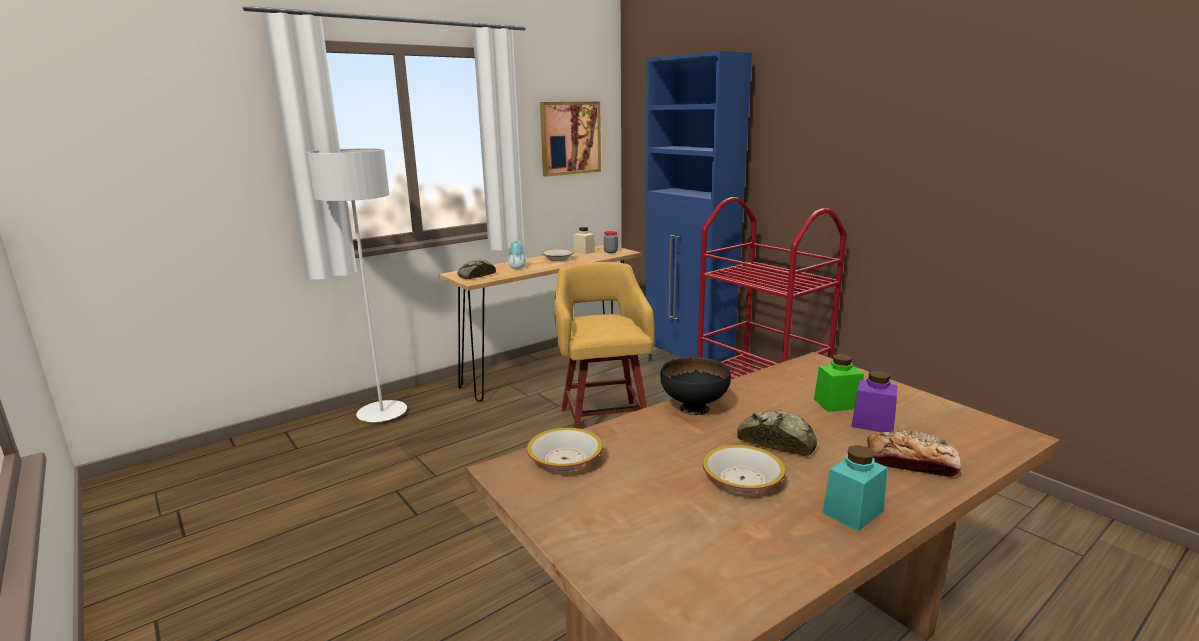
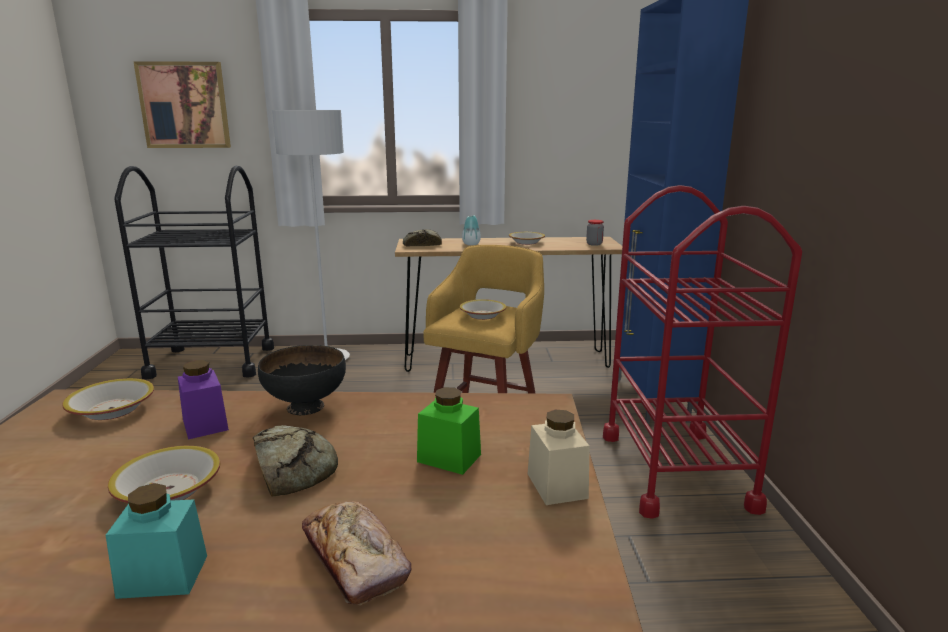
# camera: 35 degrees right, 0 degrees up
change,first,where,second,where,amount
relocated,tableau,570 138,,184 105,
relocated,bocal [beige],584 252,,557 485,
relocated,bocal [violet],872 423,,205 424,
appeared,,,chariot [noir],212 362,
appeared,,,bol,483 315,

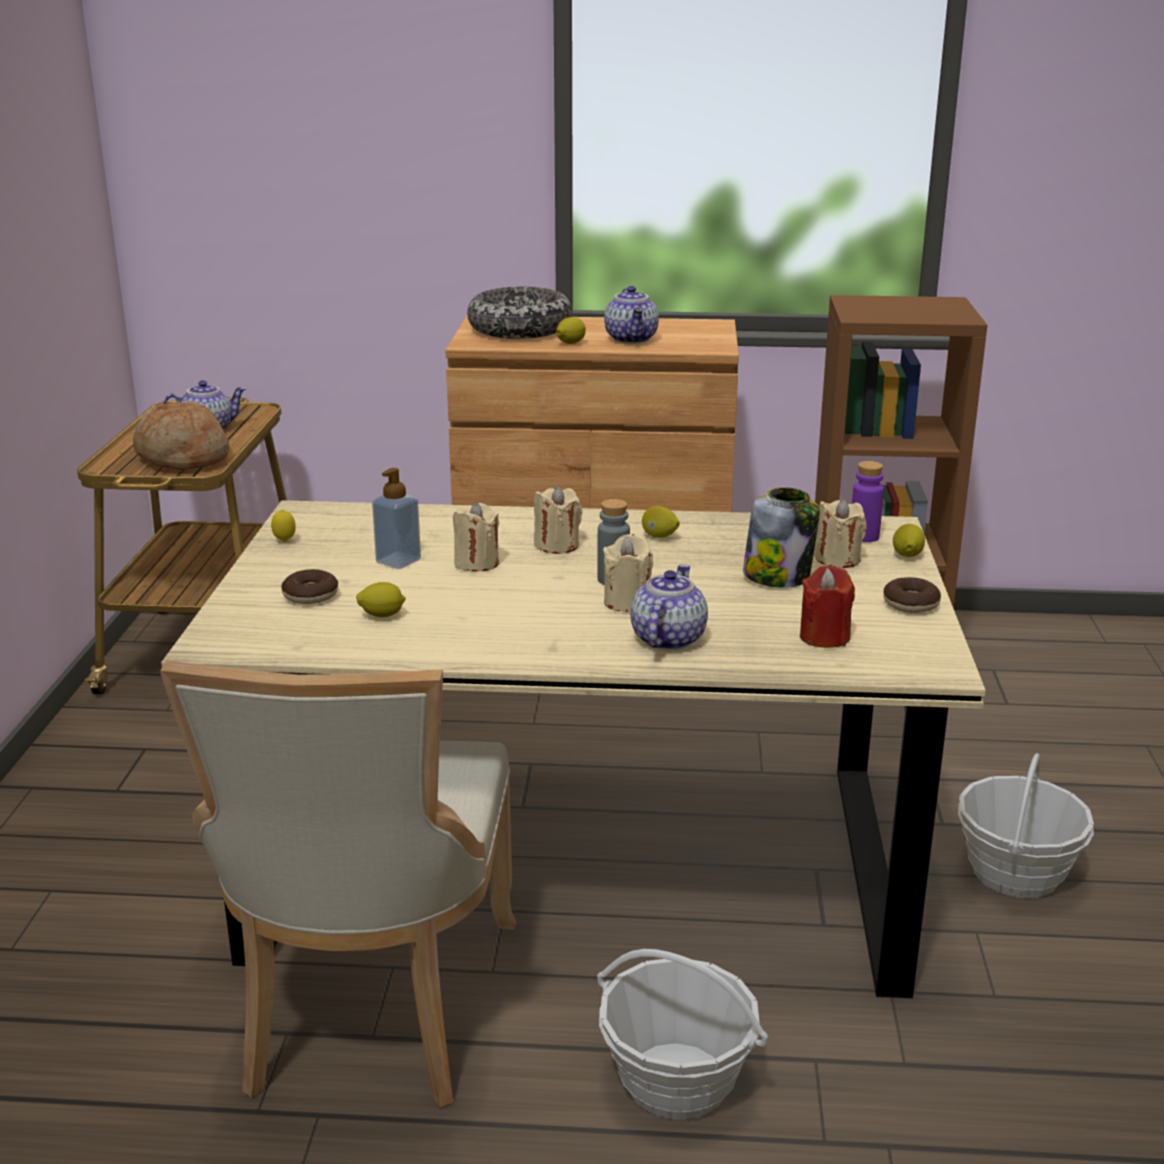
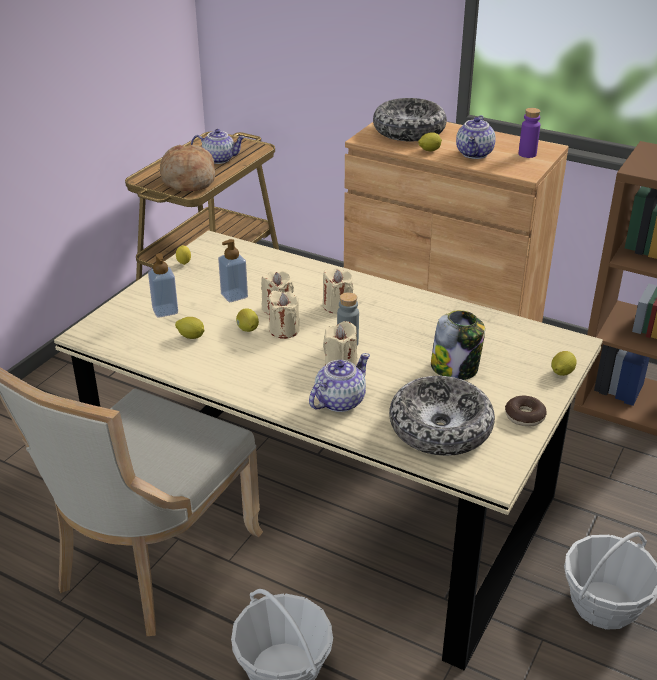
# camera: 25 degrees right, 10 degrees up
change,first,where,second,where,amount
relocated,bouteille [violet],864 537,,527 154,
relocated,bougie [beige],837 559,,284 330,
relocated,citron,659 536,,248 329,
exchanged,bougie [rouge],824 637,bol,440 428,
exchanged,beignet,310 596,distributeur de savon,165 311,

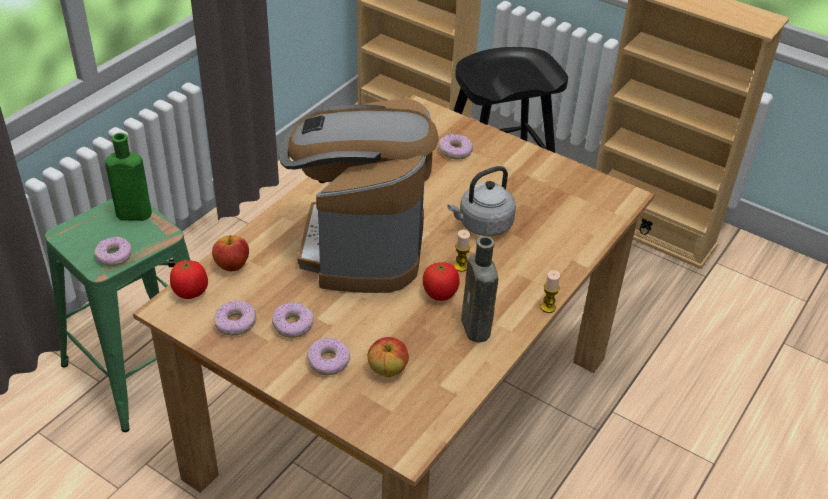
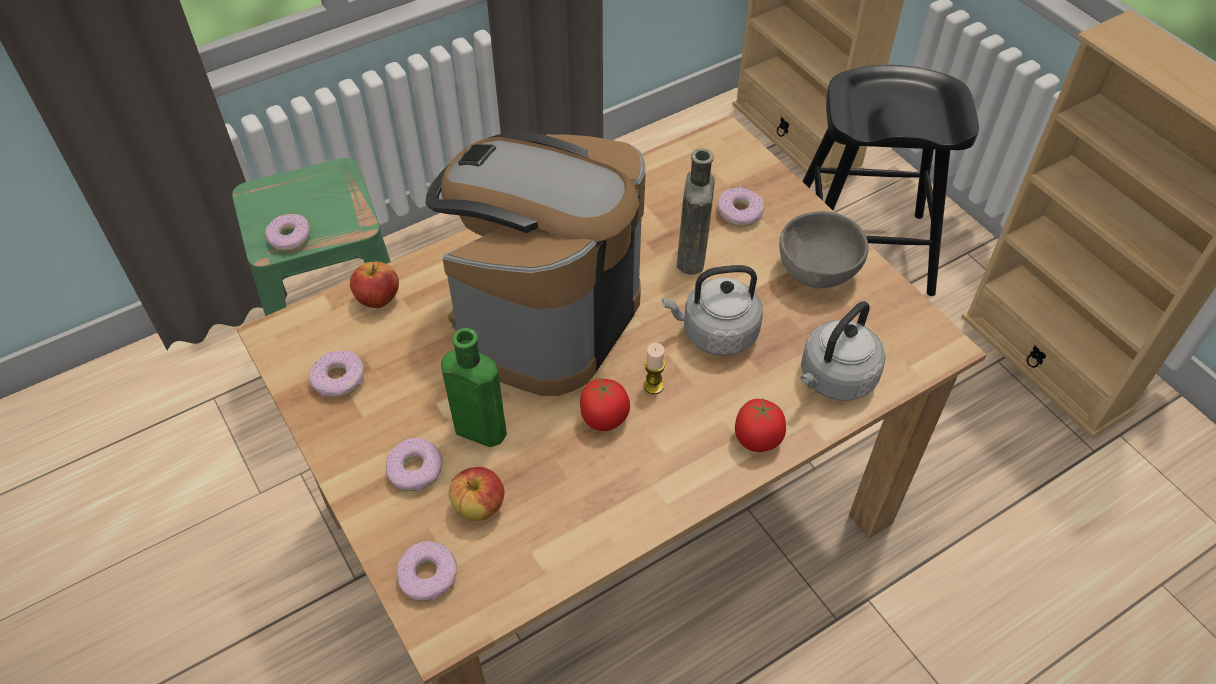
# camera: 25 degrees right, 10 degrees up
change,first,where,second,where,amount
relocated,bouteille [vert],131 214,,476 428,
relocated,bouteille [marron],476 329,,691 259,
relocated,tomate,191 292,,758 439,
missing,bougie,548 307,,,
relocated,beignet,293 325,,428 575,
appeared,,,bol [gris],815 271,
appeared,,,bouilloire [gris],834 379,

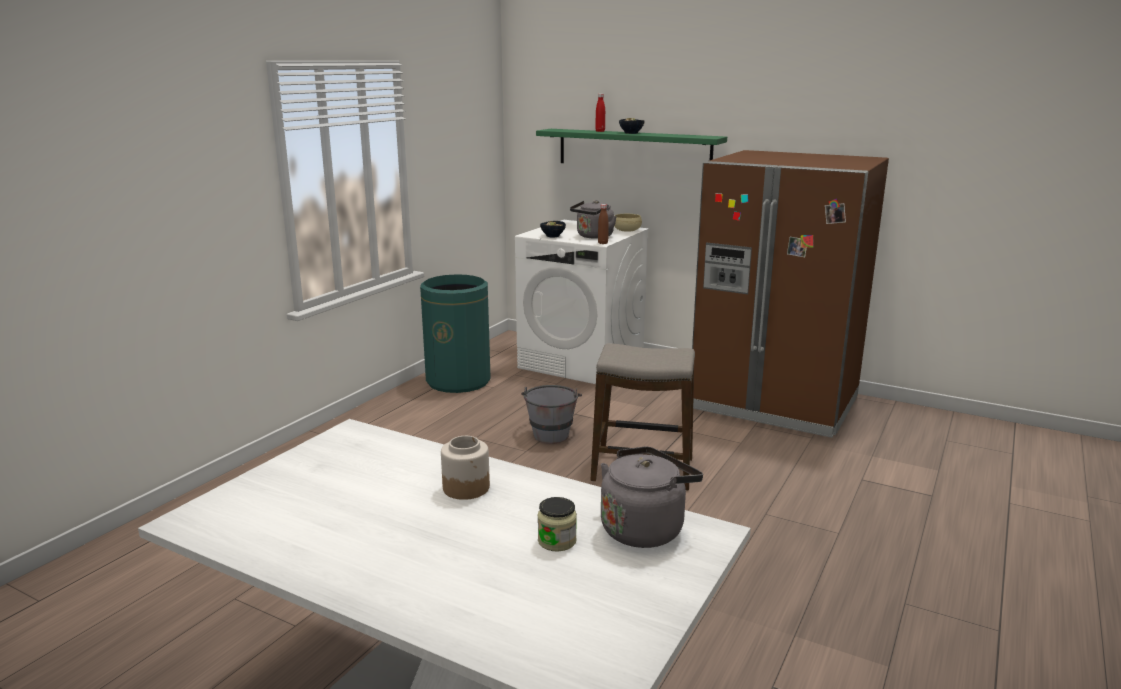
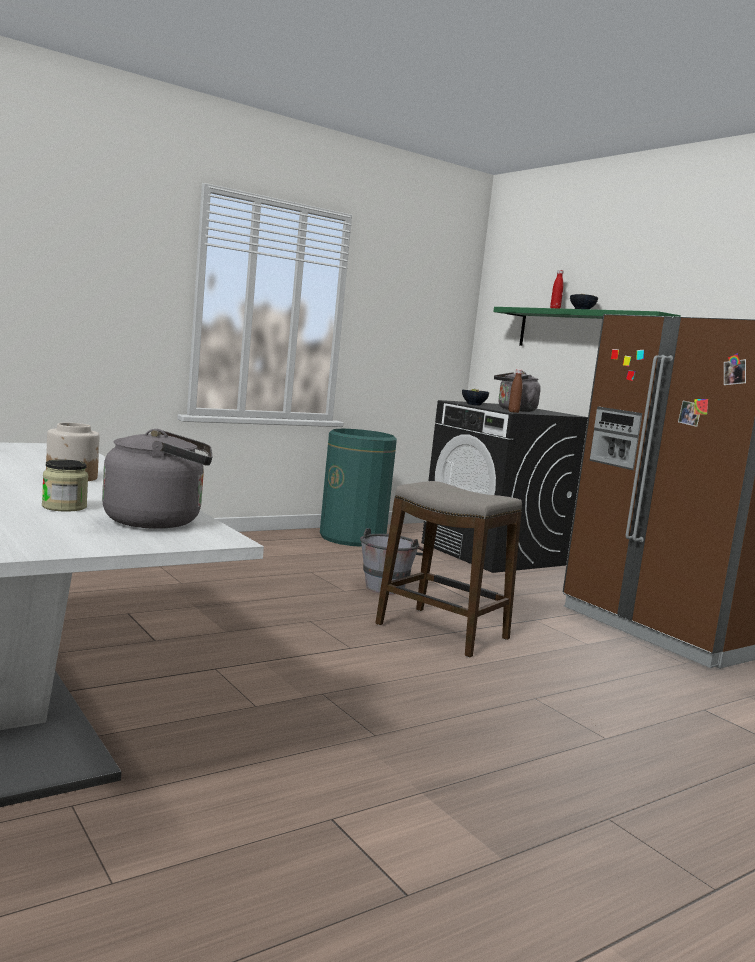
# camera: 25 degrees right, 10 degrees down
change,first,where,second,where,amount
missing,bol [beige],627 230,,,
colour,lave-linge [blanc],582 362,lave-linge [noir],493 554,

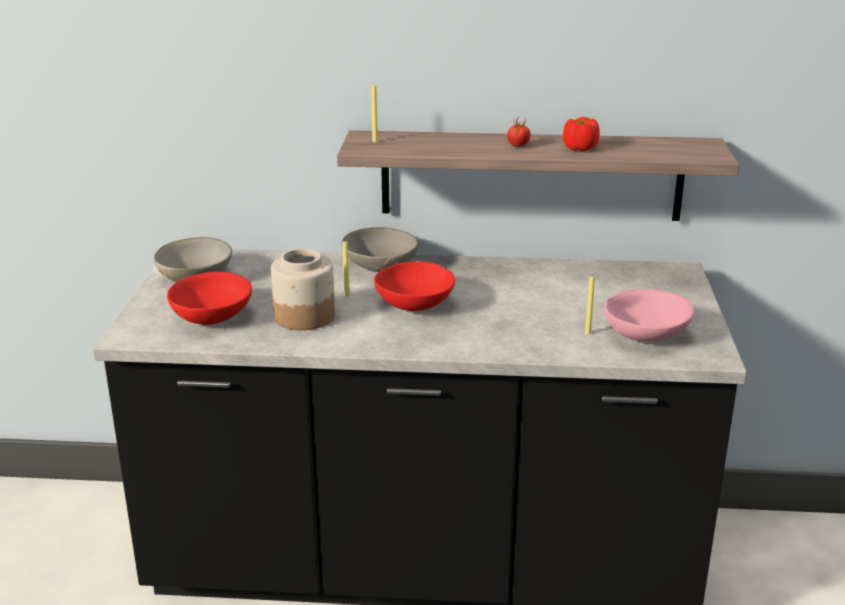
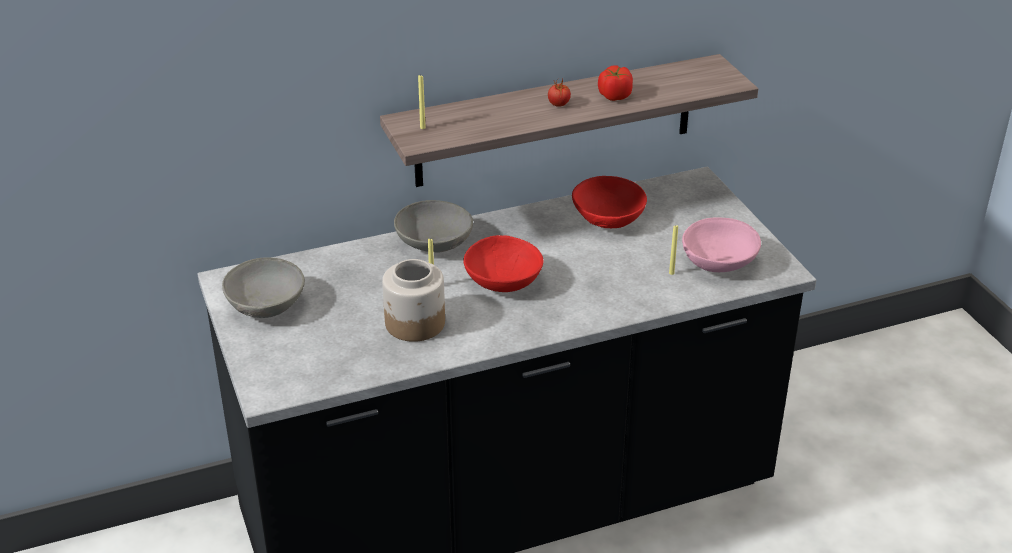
# camera: 25 degrees left, 10 degrees up
change,first,where,second,where,amount
relocated,bol [rouge],213 317,,609 219,

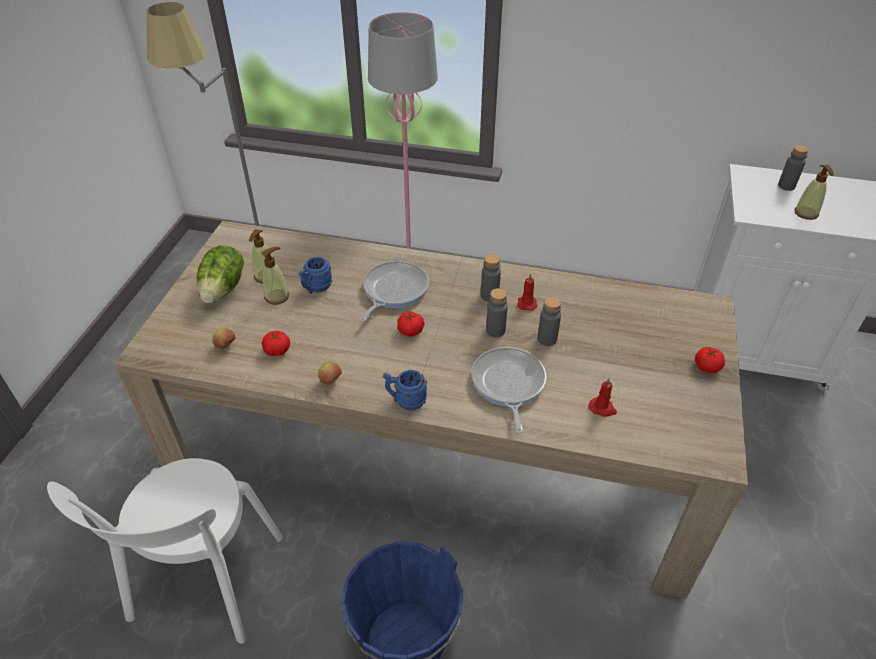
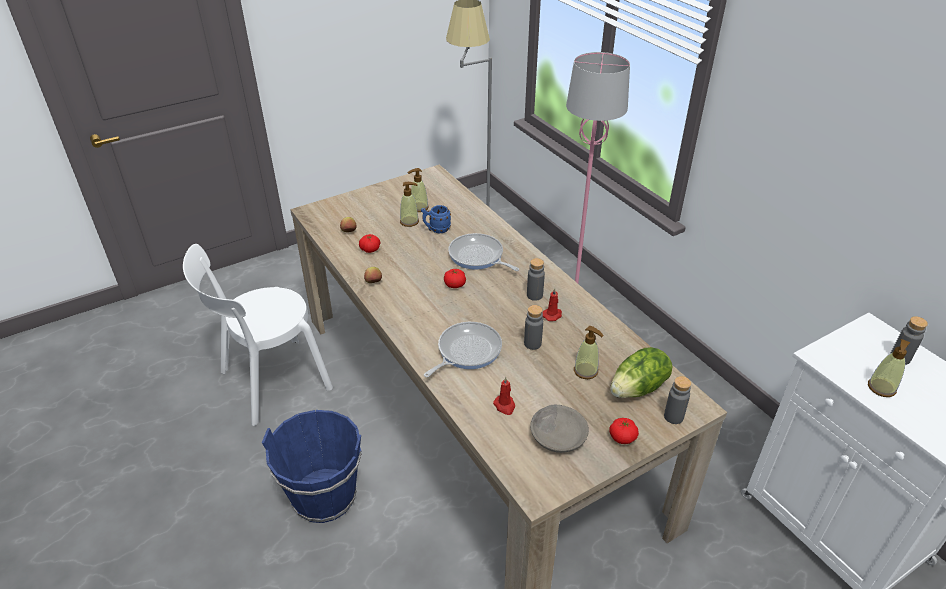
# camera: 45 degrees right, 5 degrees down
change,first,where,second,where,amount
relocated,laitue,224 288,,639 388,
spun,poêle,393 291,,478 257,120 degrees counterclockwise
relocated,bouteille [gris],495 330,,673 416,
missing,mug [bleu],405 401,,,
appeared,,,distributeur de savon,586 371,
appeared,,,bol [gris],558 434,

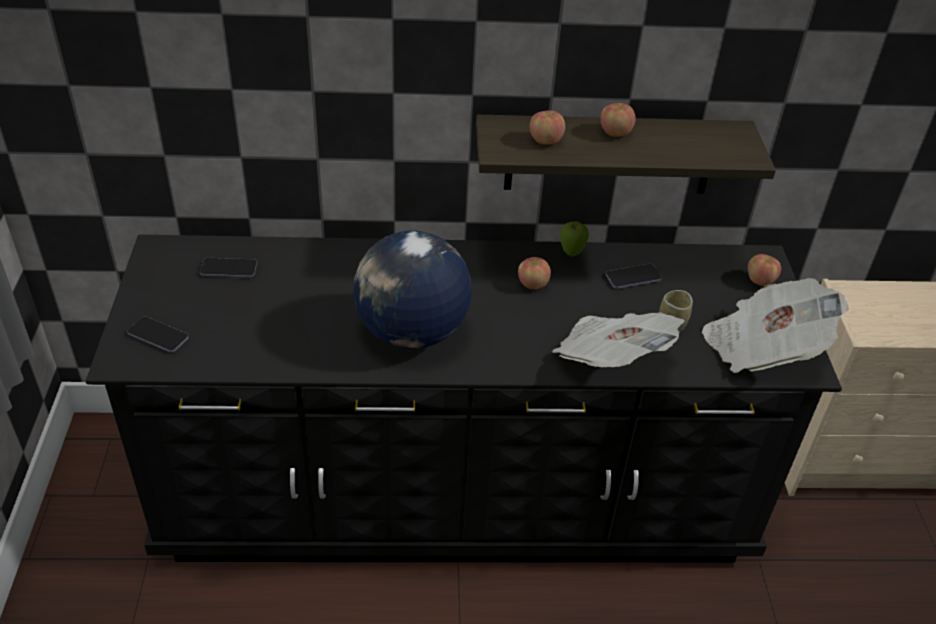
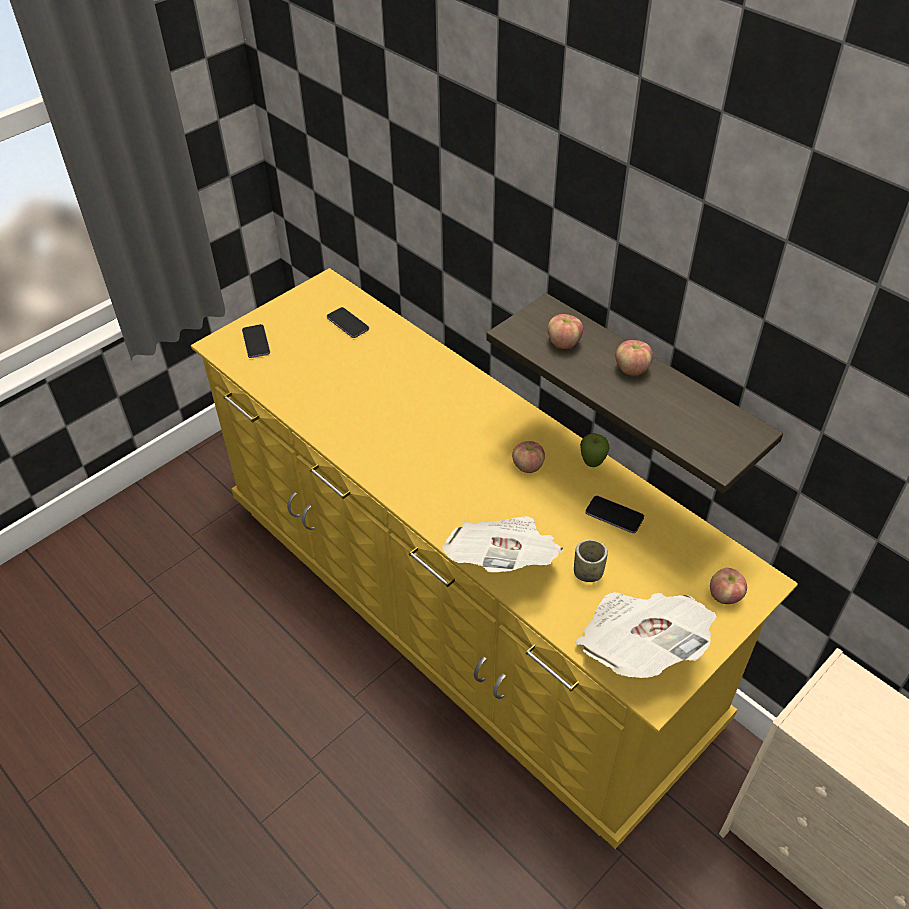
# camera: 50 degrees right, 5 degrees up
change,first,where,second,where,amount
missing,globe,412 333,,,
colour,commode [noir],457 492,commode [jaune],459 609,

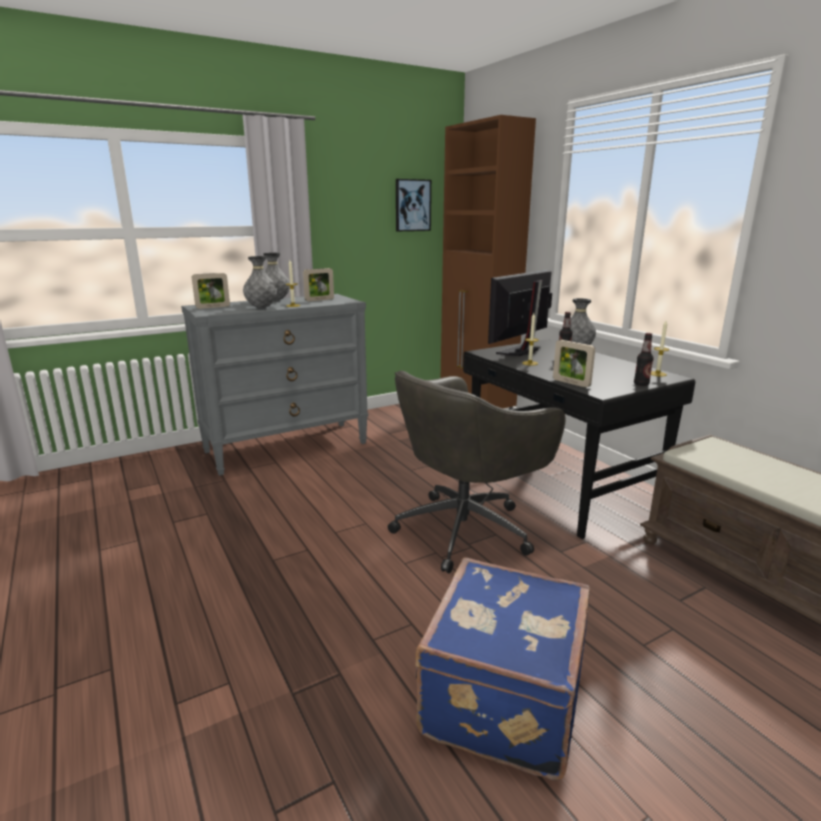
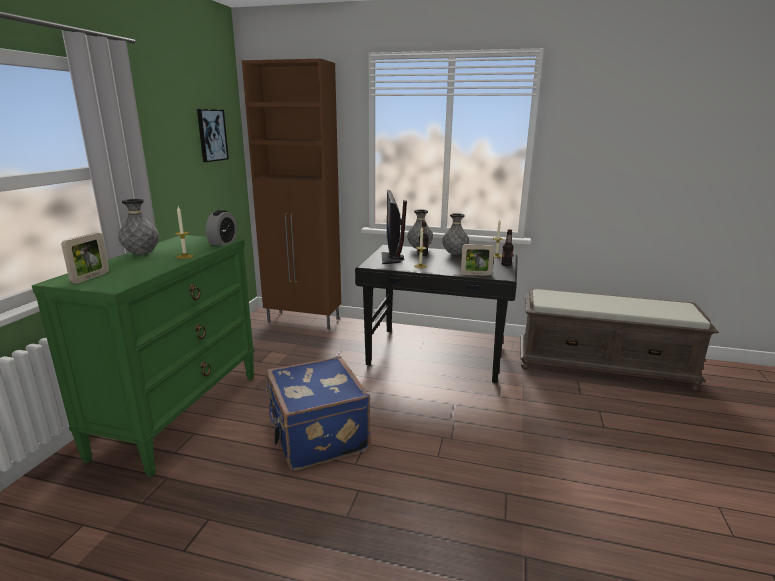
# camera: 45 degrees left, 0 degrees up
change,first,where,second,where,amount
relocated,vase [gris],261 308,,454 254,
missing,cadre photo,319 300,,,
colour,commode [gris],287 447,commode [vert],180 413,
missing,chaise de bureau [gris],466 529,,,
relocated,valise [bleu],499 698,,316 436,
appeared,,,réveil,223 243,

